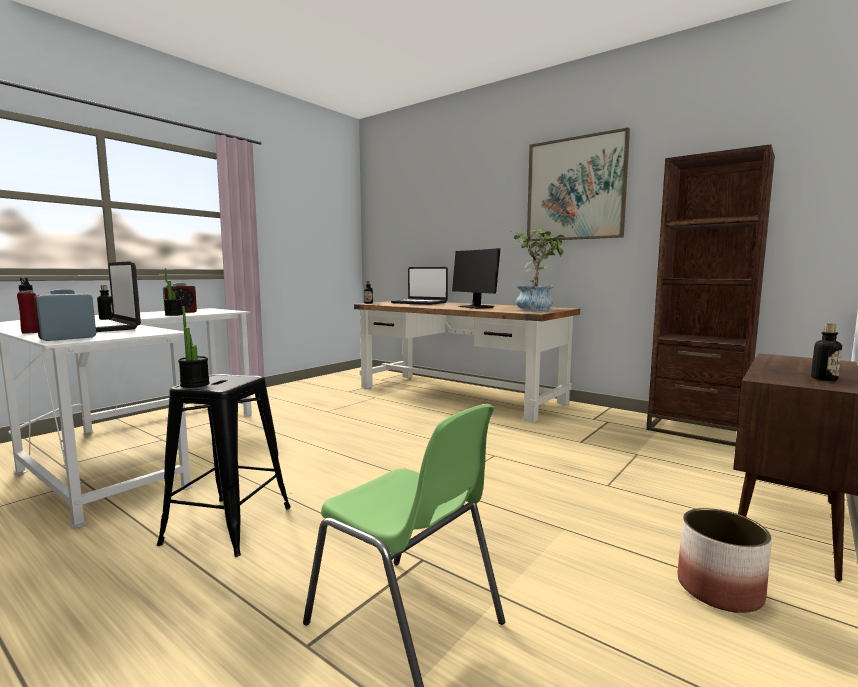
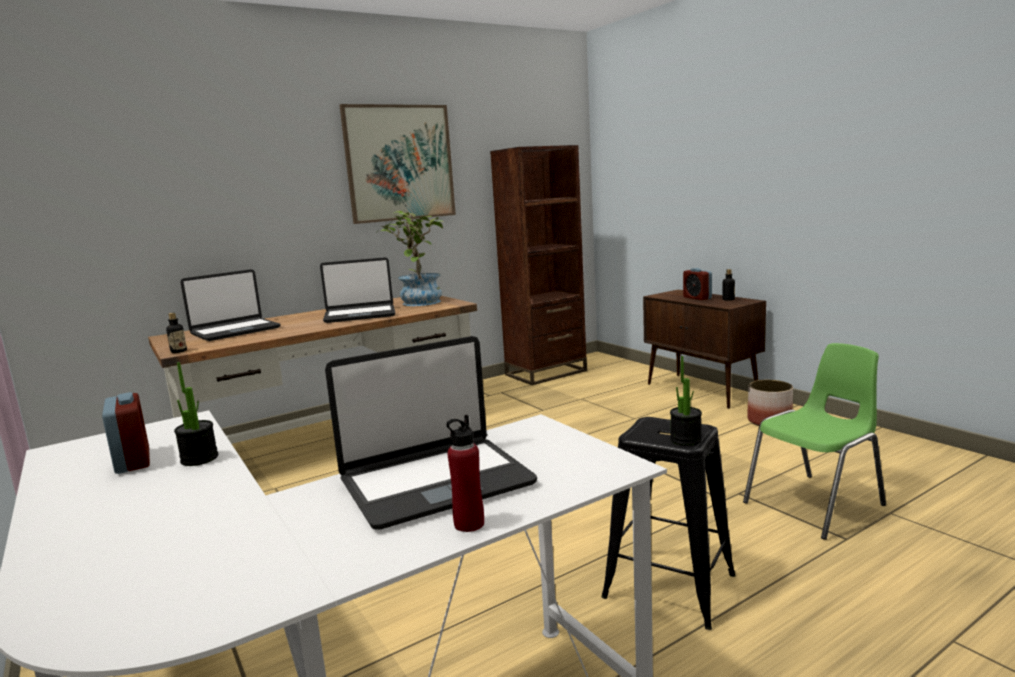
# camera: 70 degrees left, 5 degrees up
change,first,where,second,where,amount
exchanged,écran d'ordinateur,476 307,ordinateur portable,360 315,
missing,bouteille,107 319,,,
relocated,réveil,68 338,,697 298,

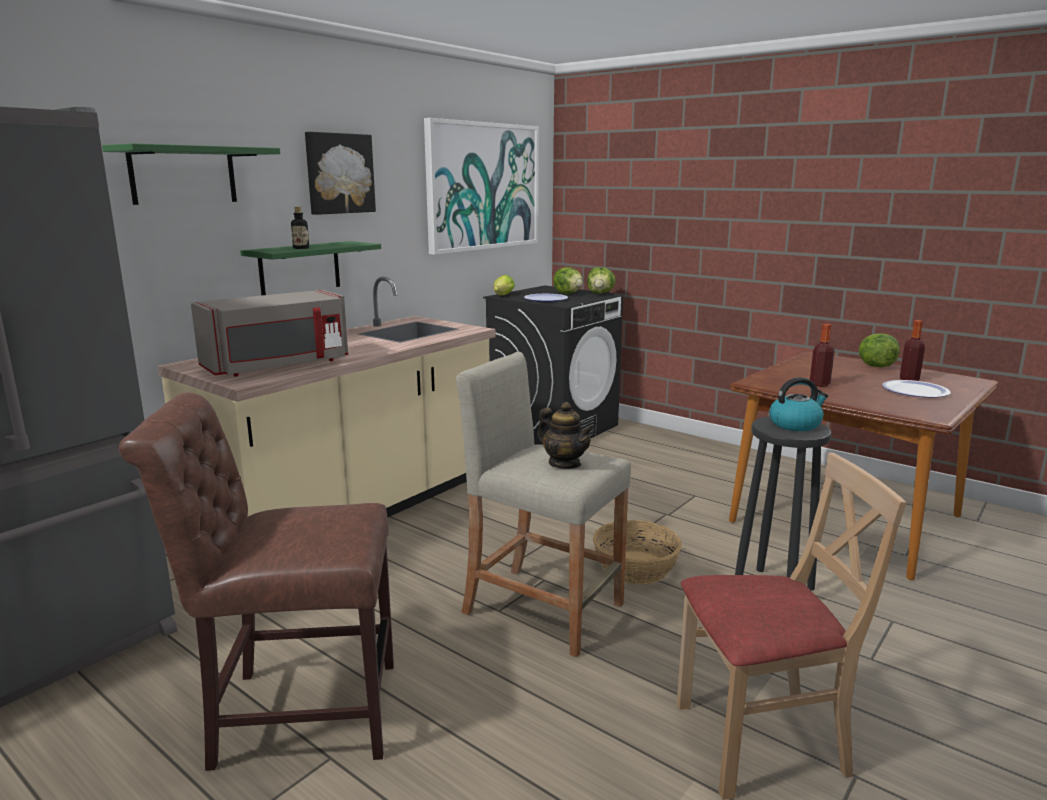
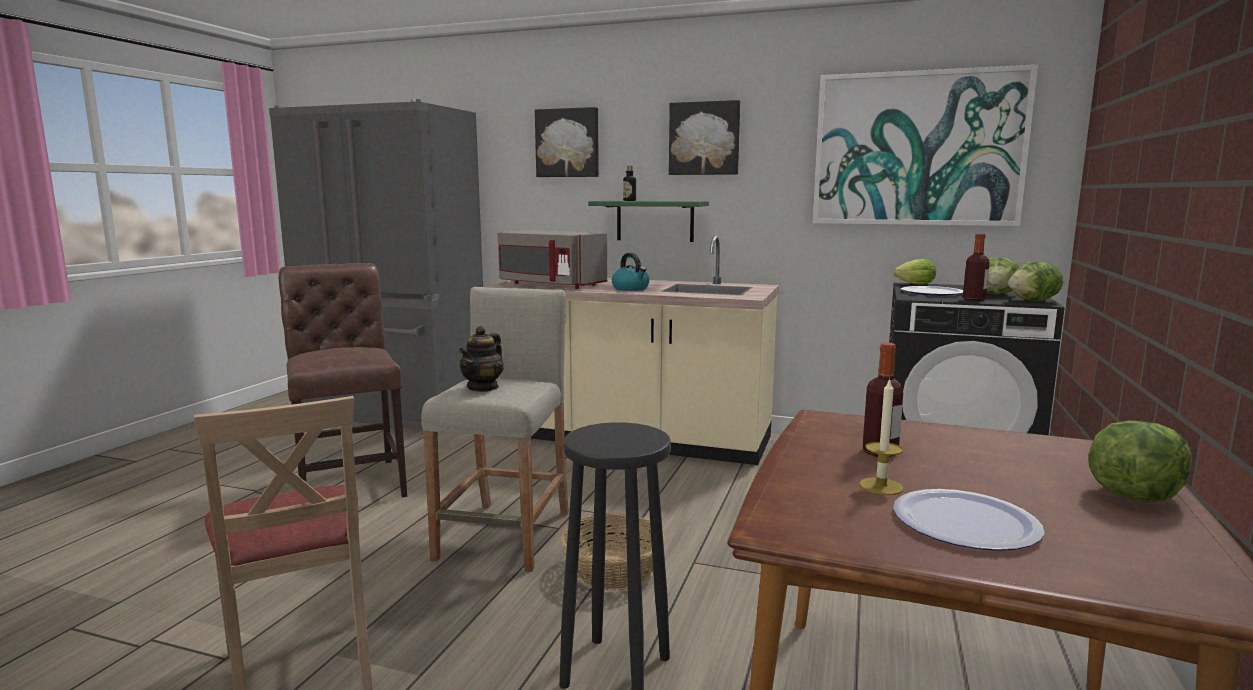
# camera: 70 degrees right, 5 degrees down
change,first,where,second,where,amount
exchanged,étagère [vert],183 175,tableau,568 143,
relocated,bouteille,909 379,,974 299,
relocated,bouilloire,795 424,,631 289,
appeared,,,bougie,881 486,

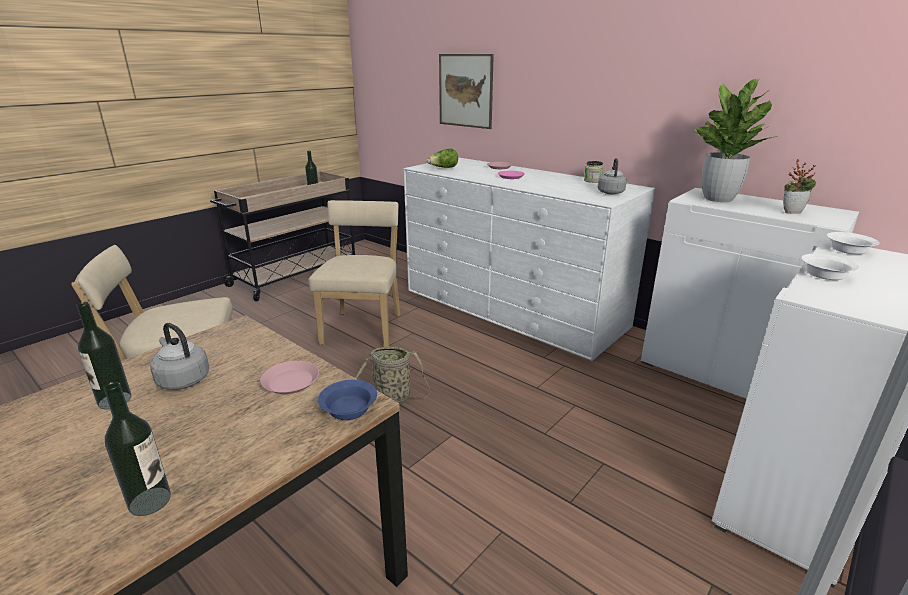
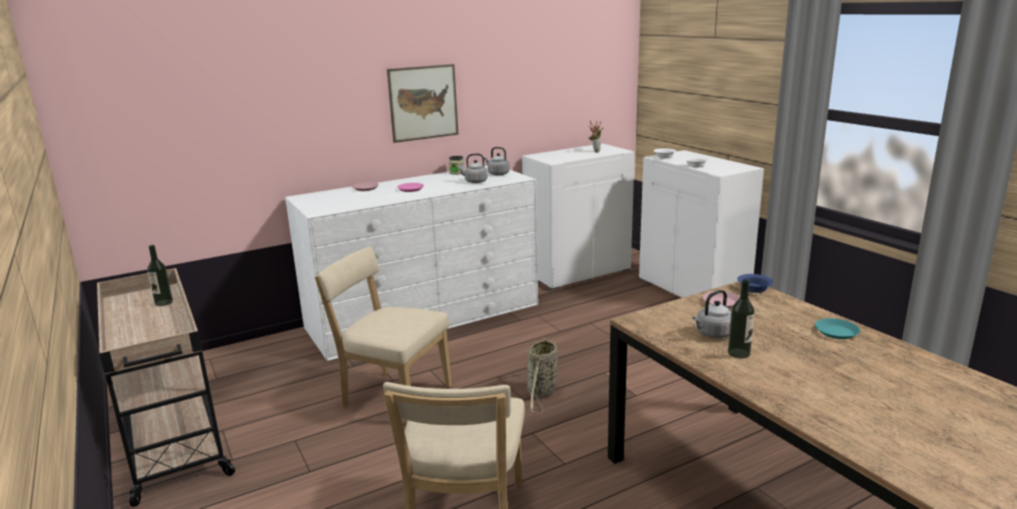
# camera: 70 degrees left, 5 degrees down
change,first,where,second,where,amount
relocated,tableau,465 91,,423 103,
missing,plante en pot,717 199,,,
missing,laitue,443 168,,,
exchanged,bouteille,150 501,assiette [turquoise],836 332,
appeared,,,bouilloire [gris],474 181,

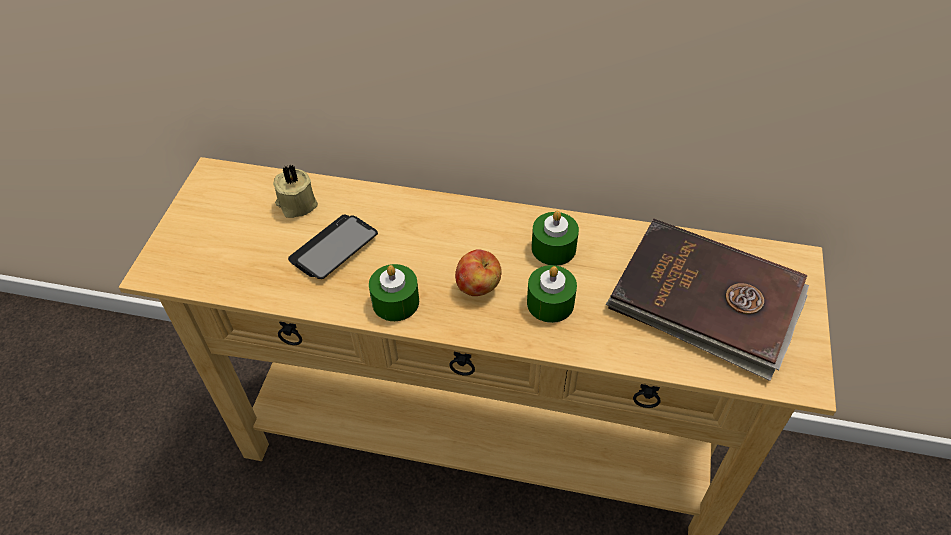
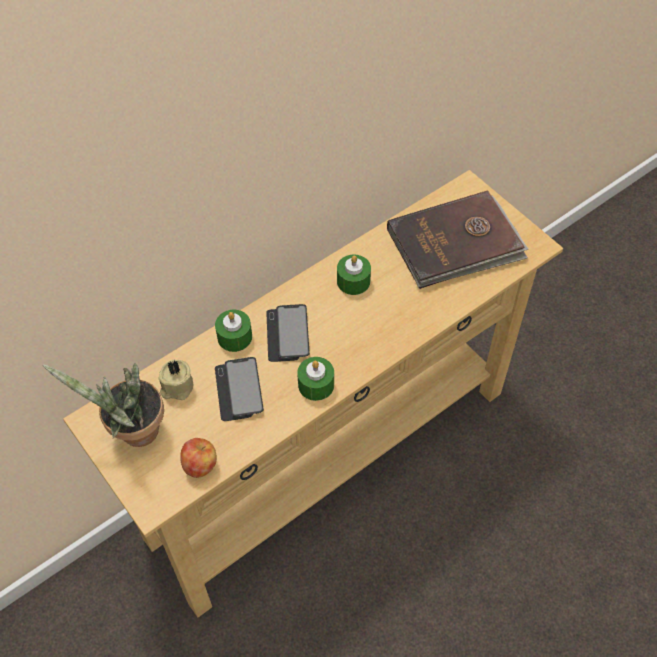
# camera: 50 degrees left, 5 degrees up
change,first,where,second,where,amount
relocated,pomme,478 287,,200 465,
relocated,bougie [vert],550 303,,234 337,
appeared,,,téléphone,287 334,
appeared,,,plante en pot,134 433,

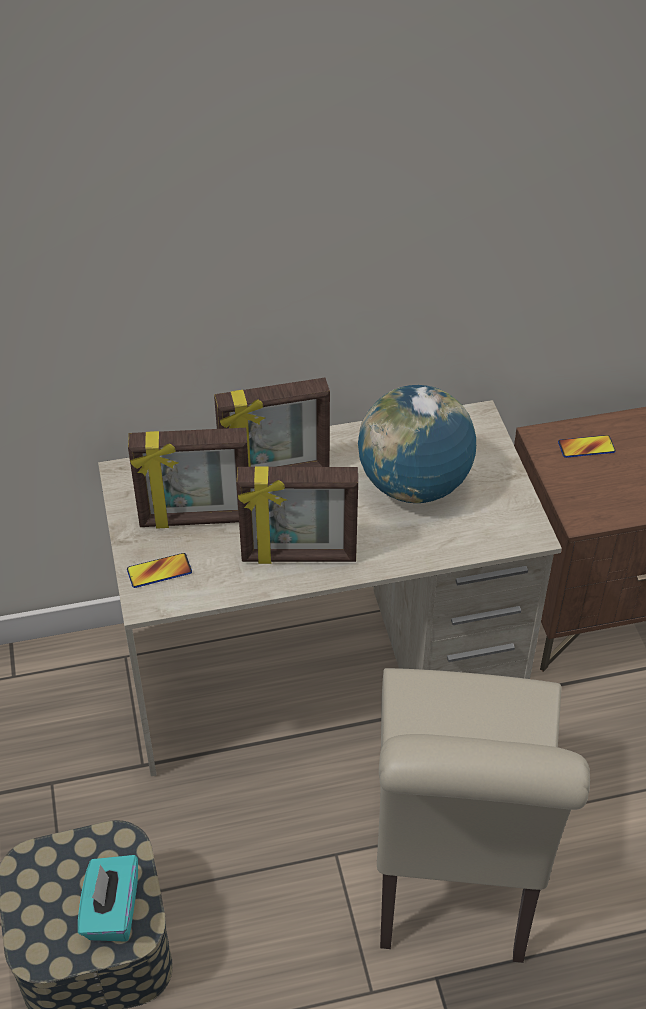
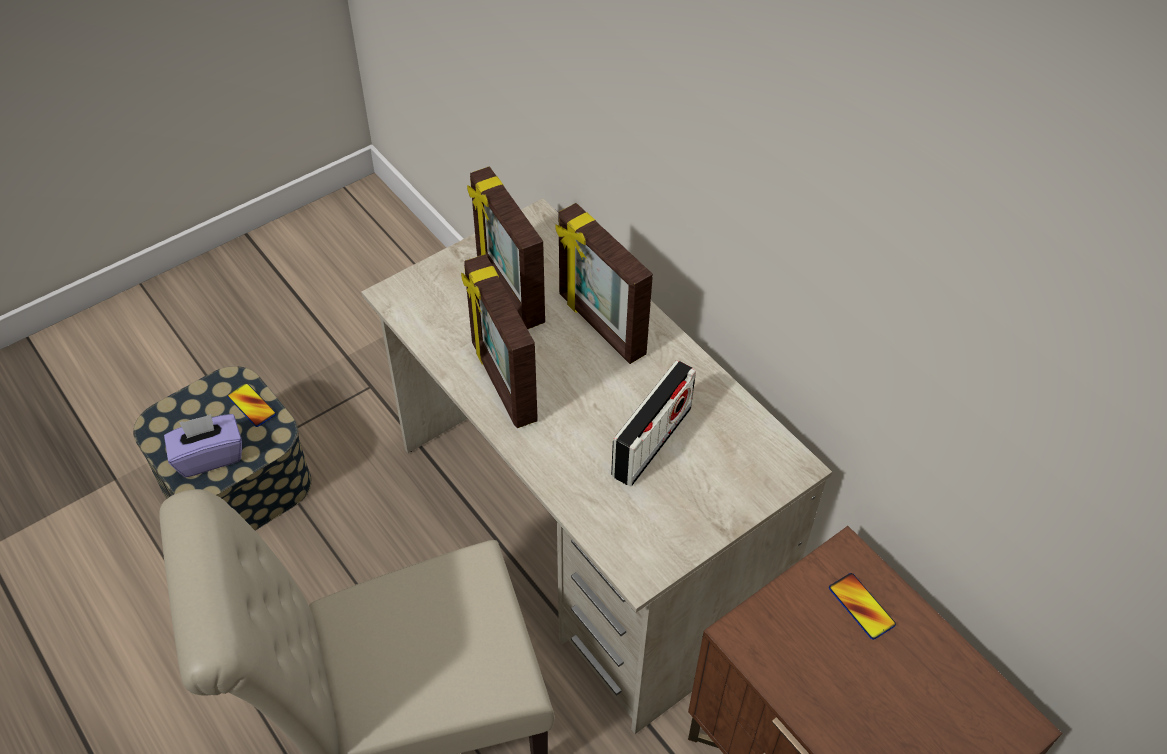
# camera: 65 degrees right, 5 degrees up
change,first,where,second,where,amount
exchanged,globe,414 485,radio,652 442,
relocated,téléphone,159 571,,252 405,
colour,boîte à mouchoirs [turquoise],111 911,boîte à mouchoirs [violet],209 456,

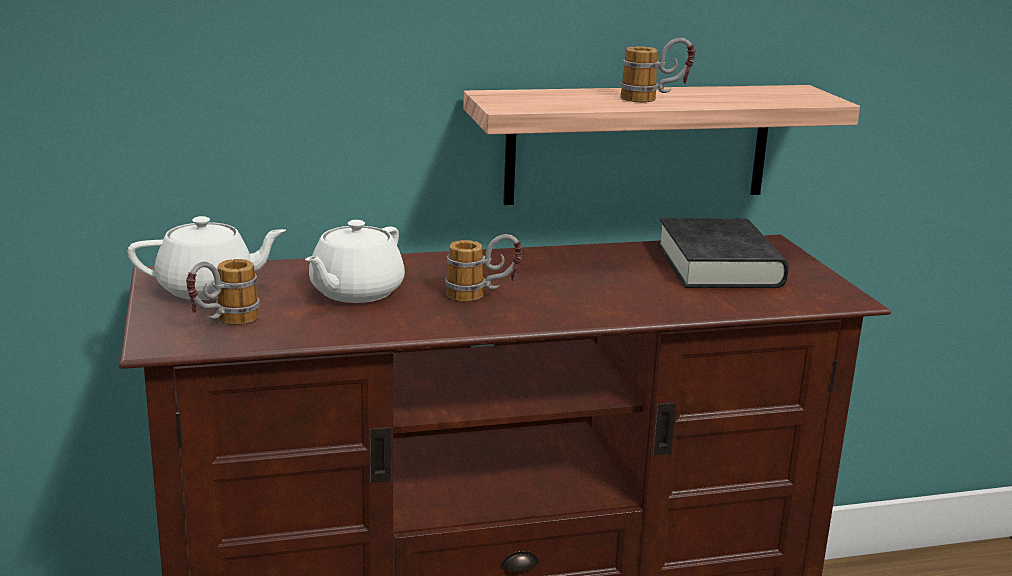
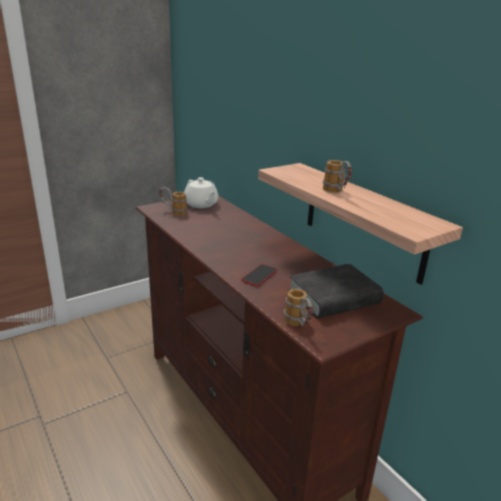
# camera: 70 degrees right, 5 degrees up
change,first,where,second,where,amount
missing,théière [blanc],355 292,,,
relocated,mug,482 295,,299 325,
appeared,,,téléphone,259 276,

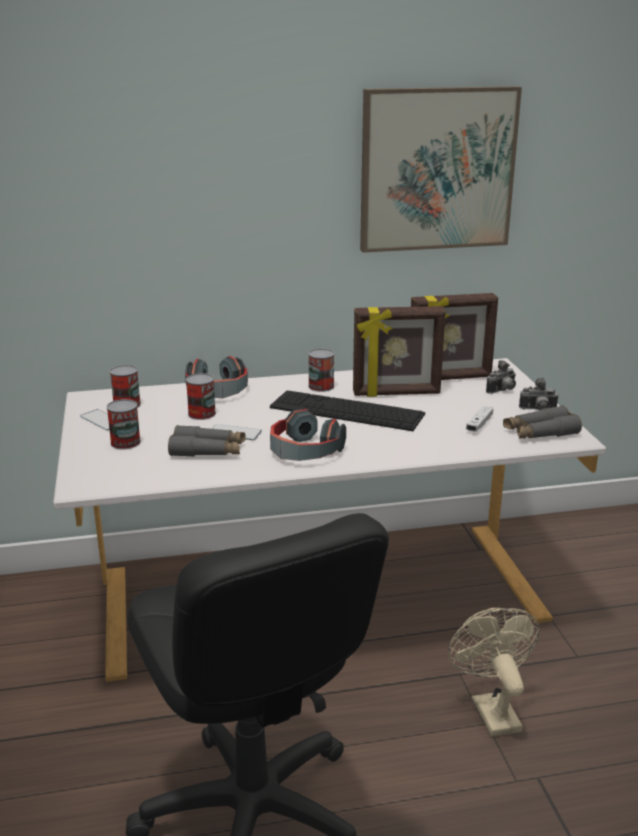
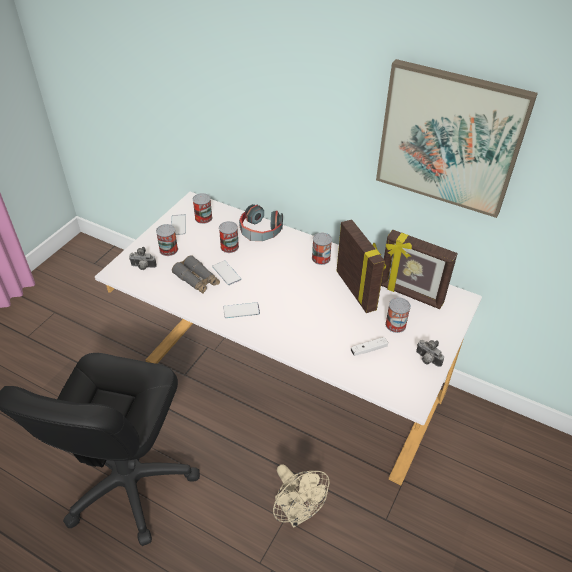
# camera: 40 degrees right, 20 degrees up
change,first,where,second,where,amount
spun,cadre photo,396 393,,357 290,150 degrees counterclockwise
relocated,appareil photo,502 391,,143 267,
missing,clavier,346 411,,,
missing,jumelles [gris],540 433,,,
exchanged,casque audio,304 451,téléphone,241 310,
spun,ventilateur [beige],491 709,,296 513,120 degrees clockwise
appeared,,,boîte métallique,395 325,

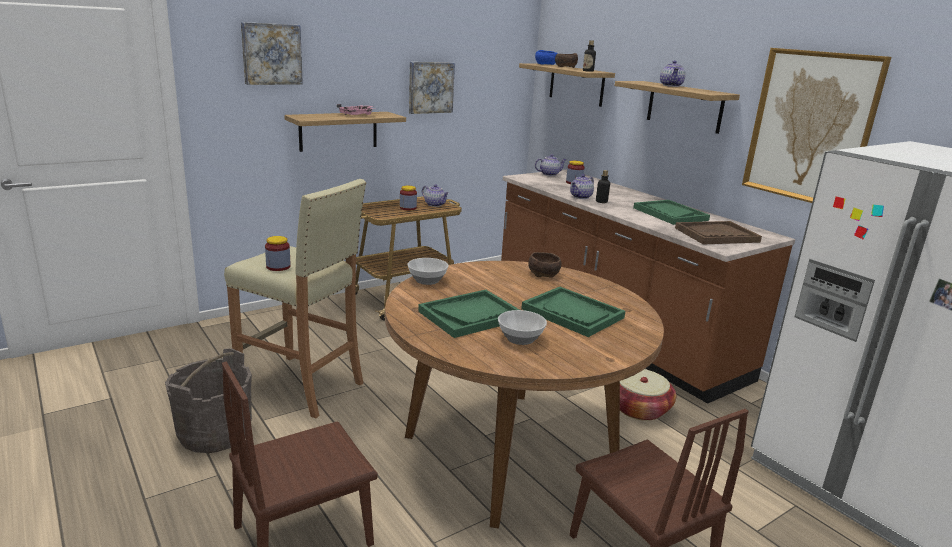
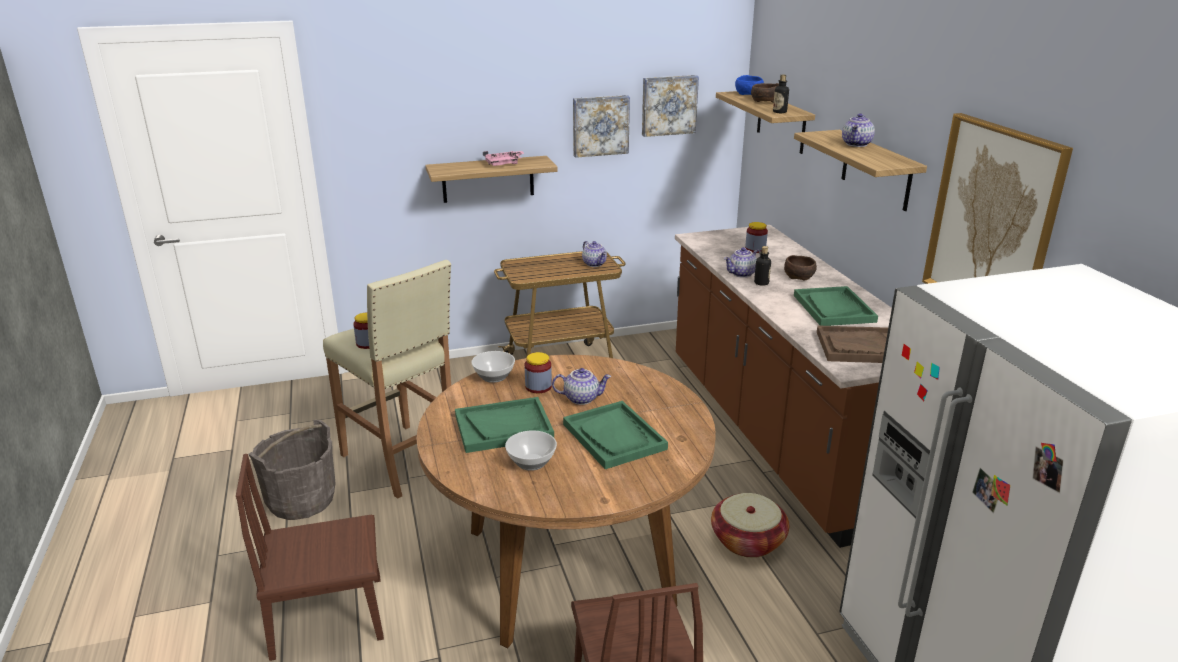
# camera: 20 degrees right, 5 degrees up
change,first,where,second,where,amount
relocated,tableau,271 54,,668 105,
relocated,théière,549 174,,581 398,
relocated,bocal,408 208,,538 387,
relocated,bol [marron],544 273,,799 276,

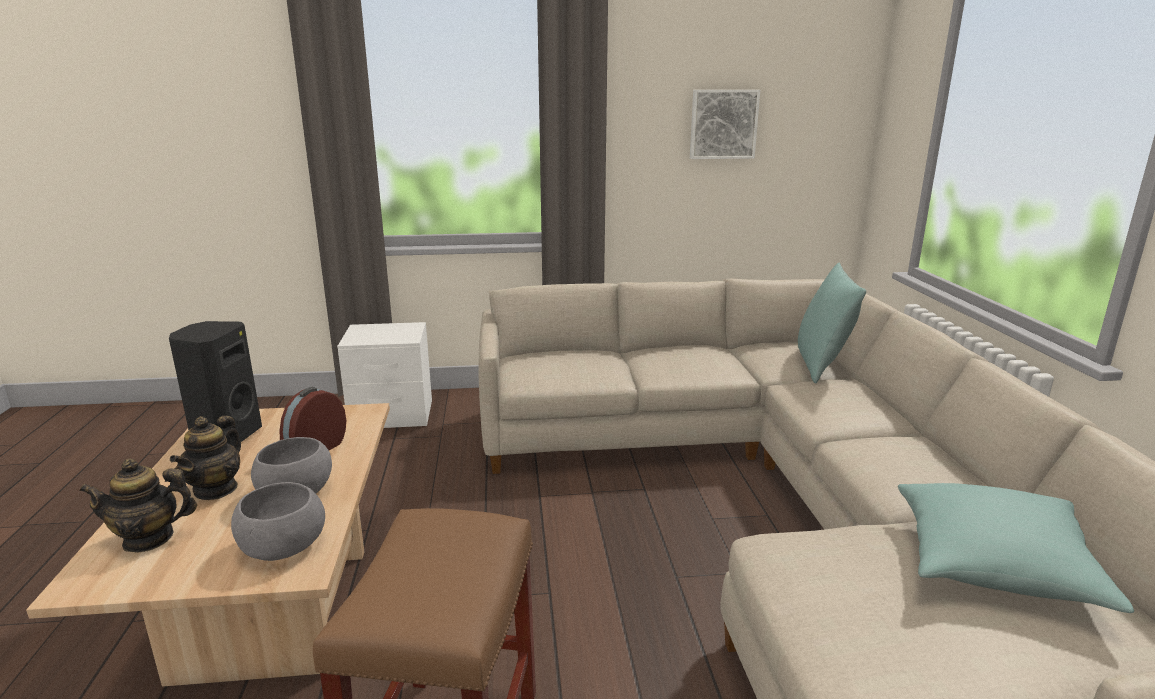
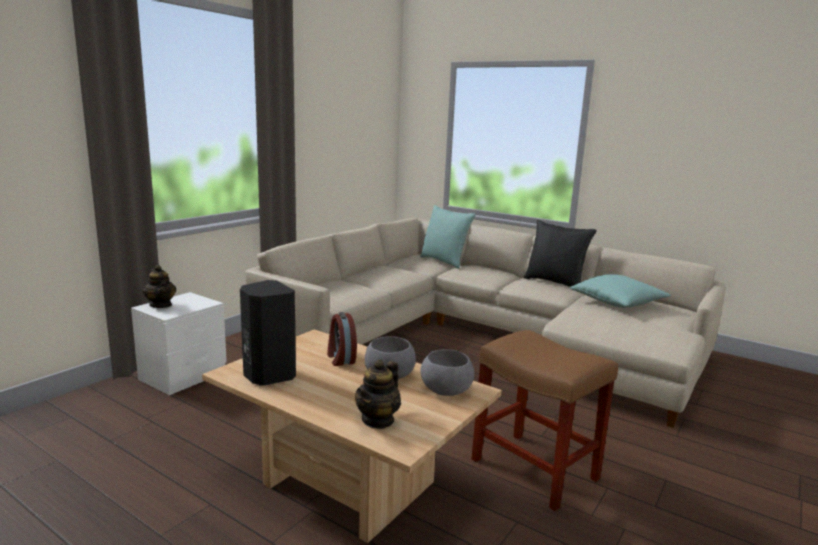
# camera: 50 degrees left, 5 degrees down
change,first,where,second,where,amount
missing,tableau,723 124,,,
relocated,théière,216 489,,161 305,
appeared,,,coussin [noir],555 282,

